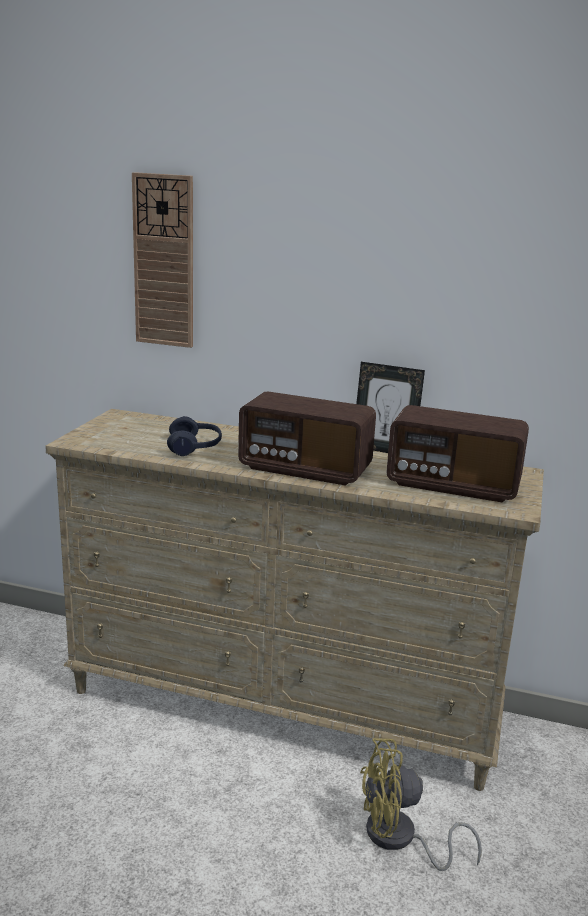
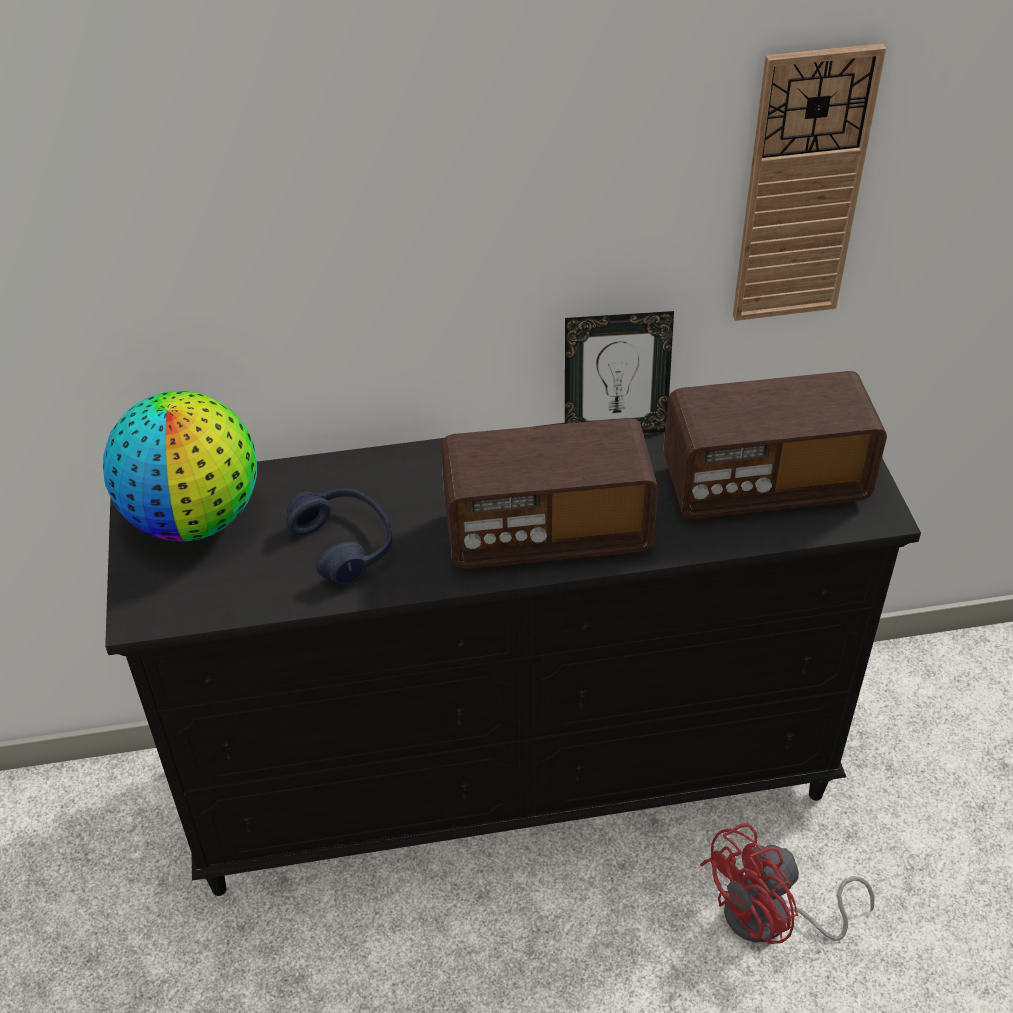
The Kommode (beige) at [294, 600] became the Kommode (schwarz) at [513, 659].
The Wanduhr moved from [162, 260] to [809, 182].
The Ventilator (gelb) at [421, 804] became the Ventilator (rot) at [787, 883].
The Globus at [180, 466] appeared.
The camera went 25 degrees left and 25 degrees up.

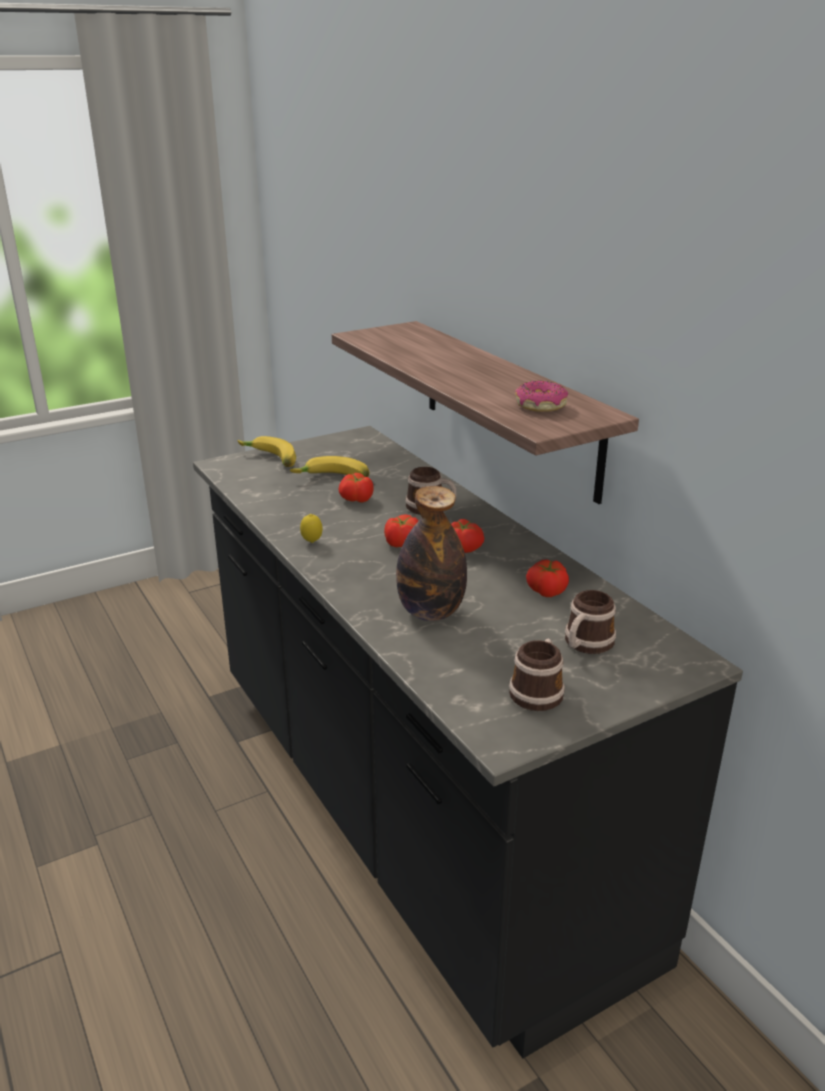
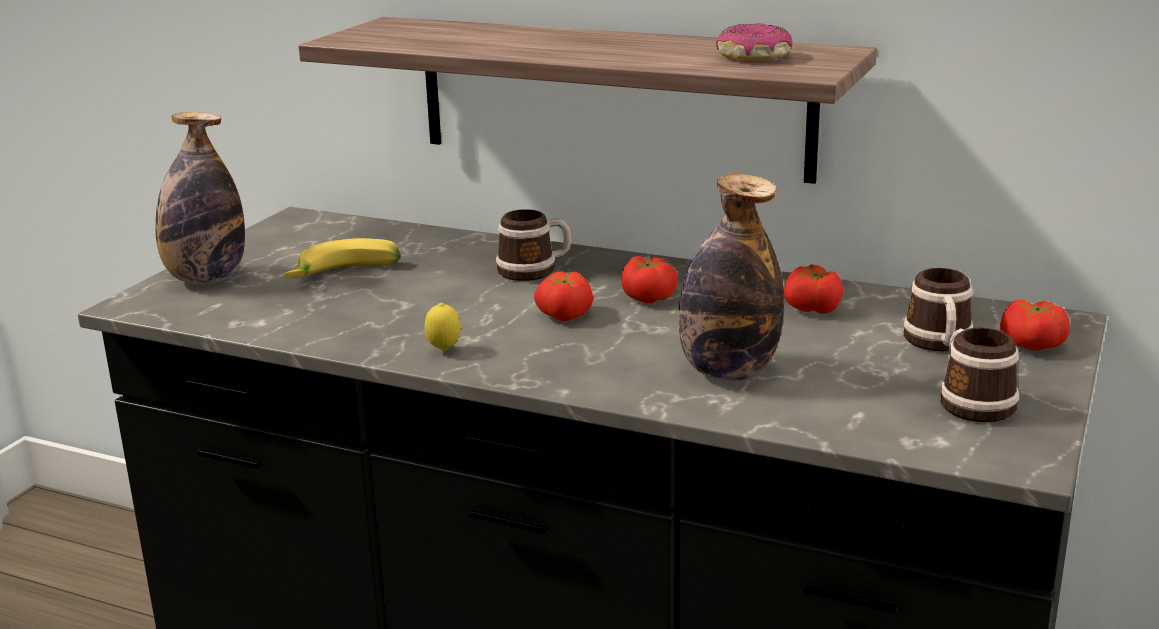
The Banane at [266, 451] was replaced by the Flasche at [200, 198].
The Tomate moved from [356, 487] to [1035, 325].
The camera went 35 degrees left and 5 degrees down.

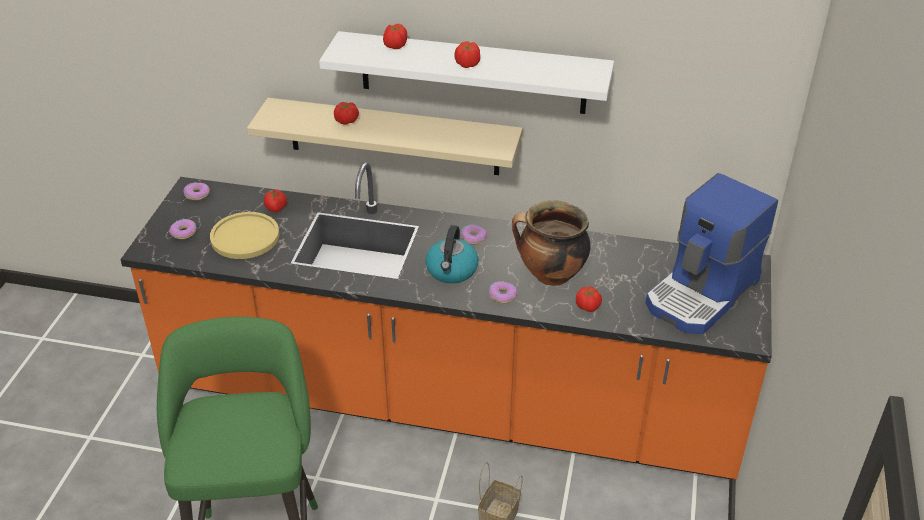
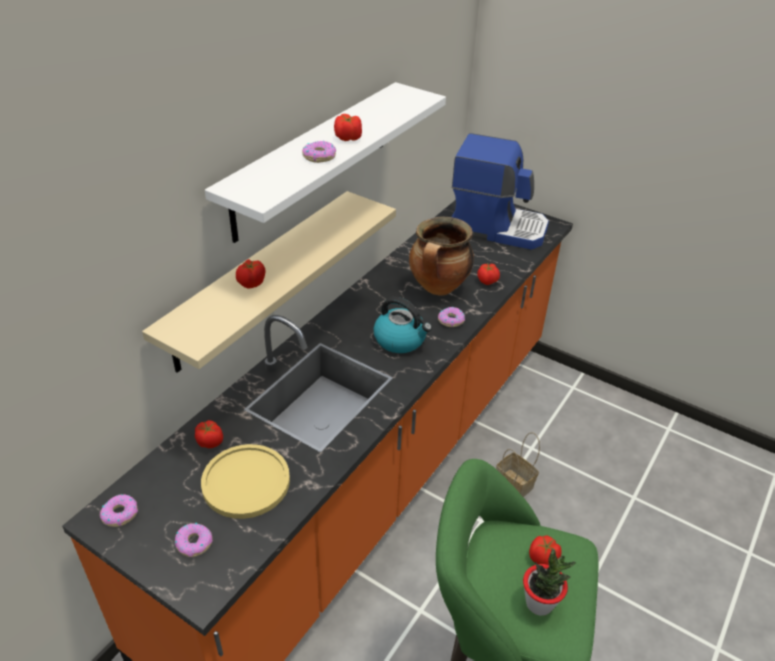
The Tomate moved from [395, 36] to [545, 550].
The Donut moved from [474, 234] to [319, 152].
The Kaffeemaschine at [712, 253] turned 45 degrees counterclockwise.
The Topfpflanze at [549, 582] appeared.
The camera went 70 degrees left and 0 degrees up.

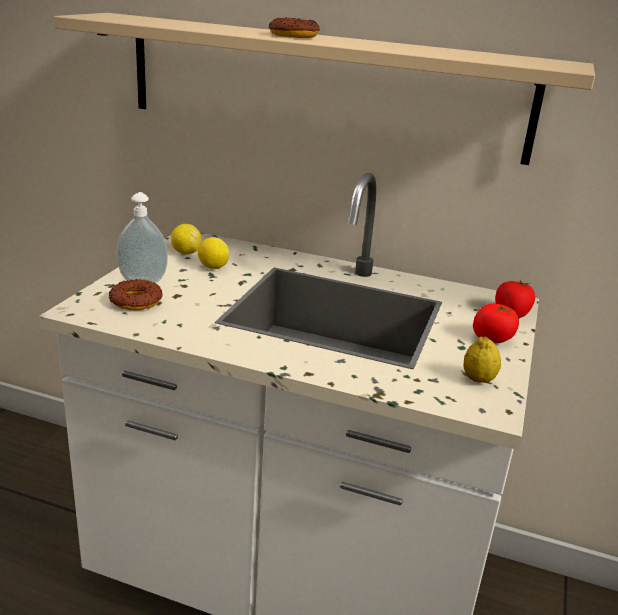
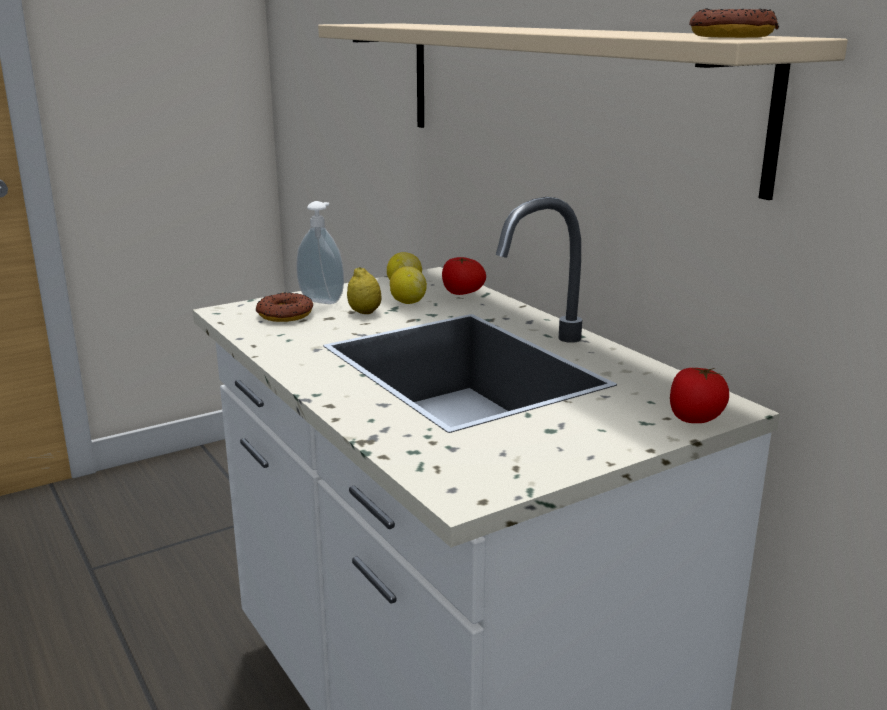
The Donut moved from [294, 28] to [734, 23].
The Zitrone moved from [482, 360] to [364, 290].
The Tomate moved from [496, 323] to [464, 276].
The camera went 40 degrees right and 5 degrees down.

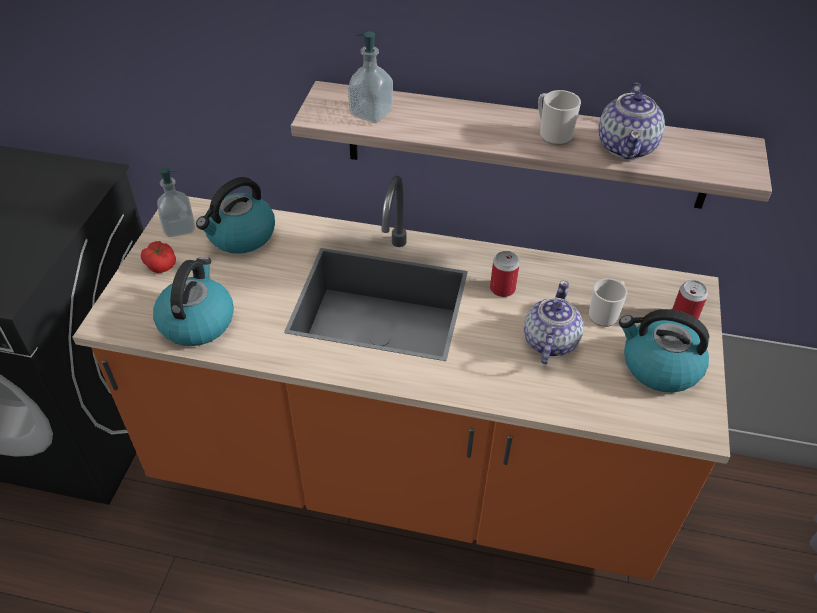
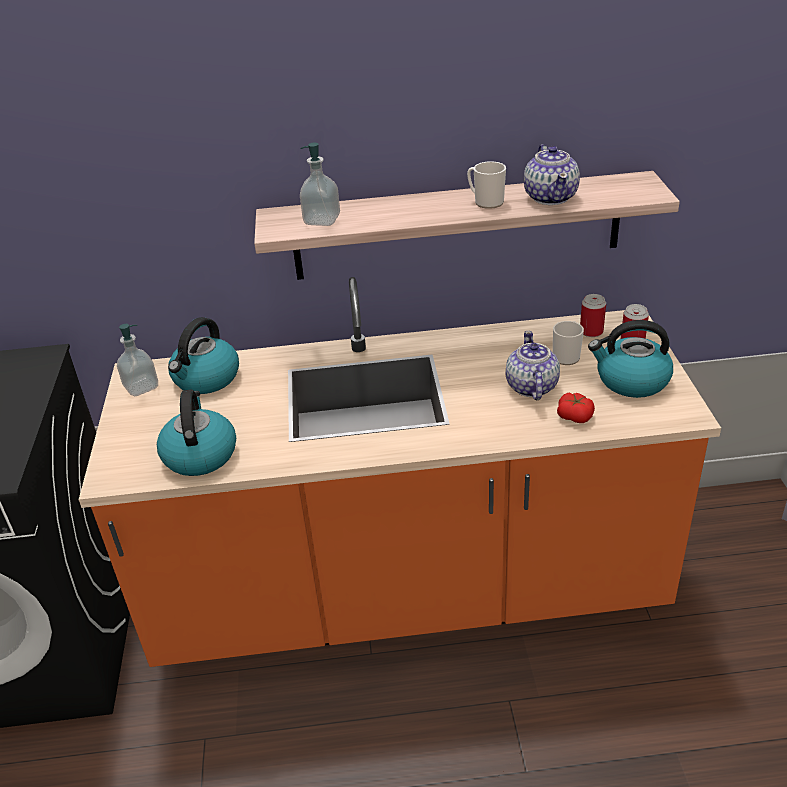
The Tomate moved from [158, 257] to [576, 408].
The Dose moved from [505, 274] to [593, 315].
The camera went 15 degrees left and 10 degrees down.

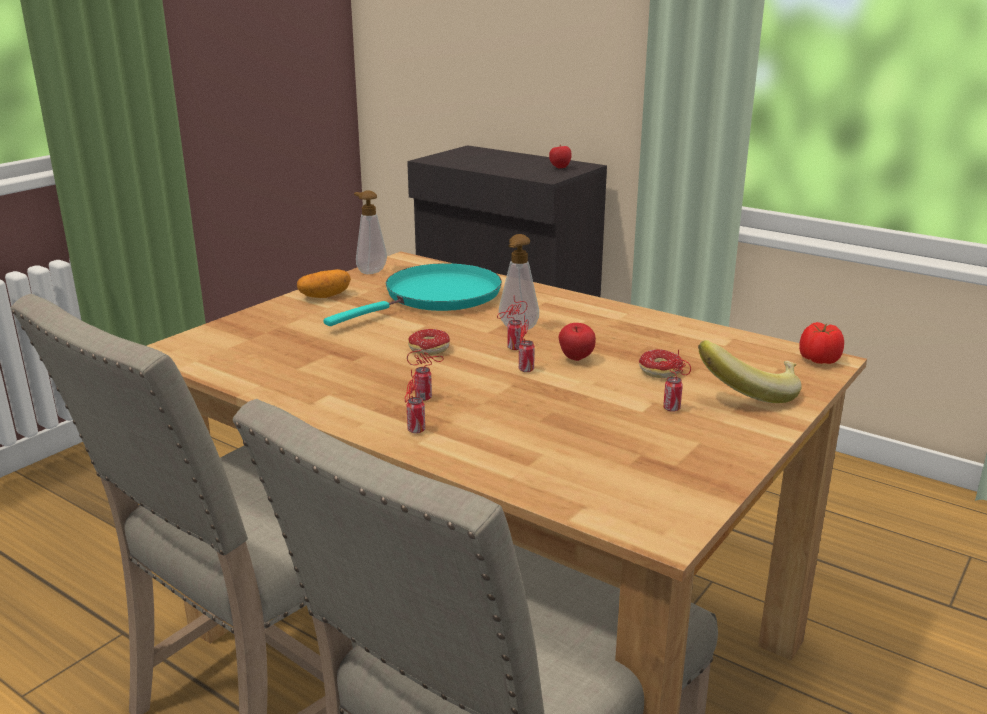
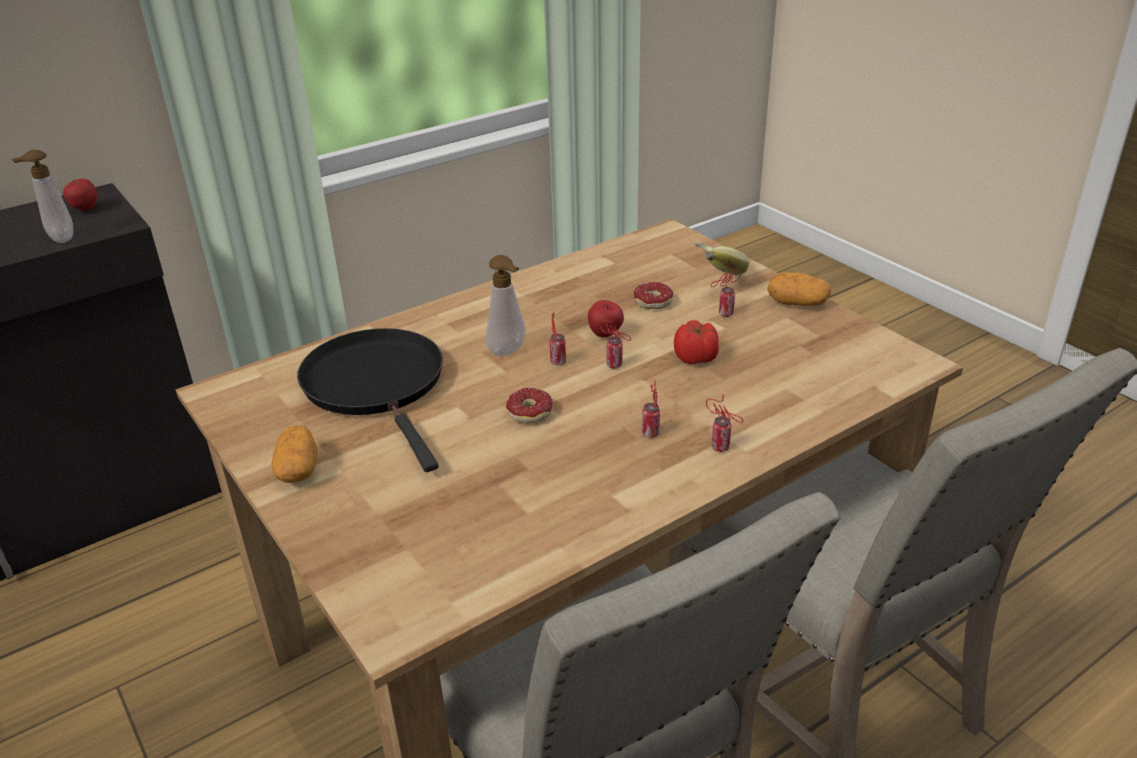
The Pfanne (türkis) at [413, 294] became the Pfanne (schwarz) at [370, 400].
The Seifenspender moved from [370, 232] to [42, 196].
The Tomate moved from [821, 343] to [696, 342].
The Kartoffel at [799, 289] appeared.
The camera went 70 degrees left and 10 degrees up.

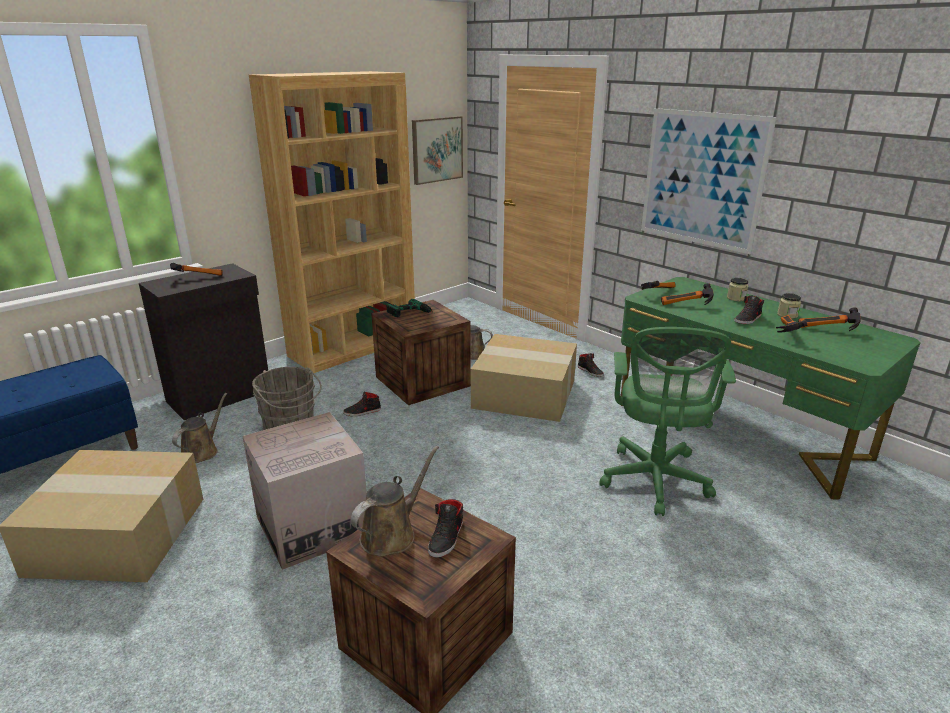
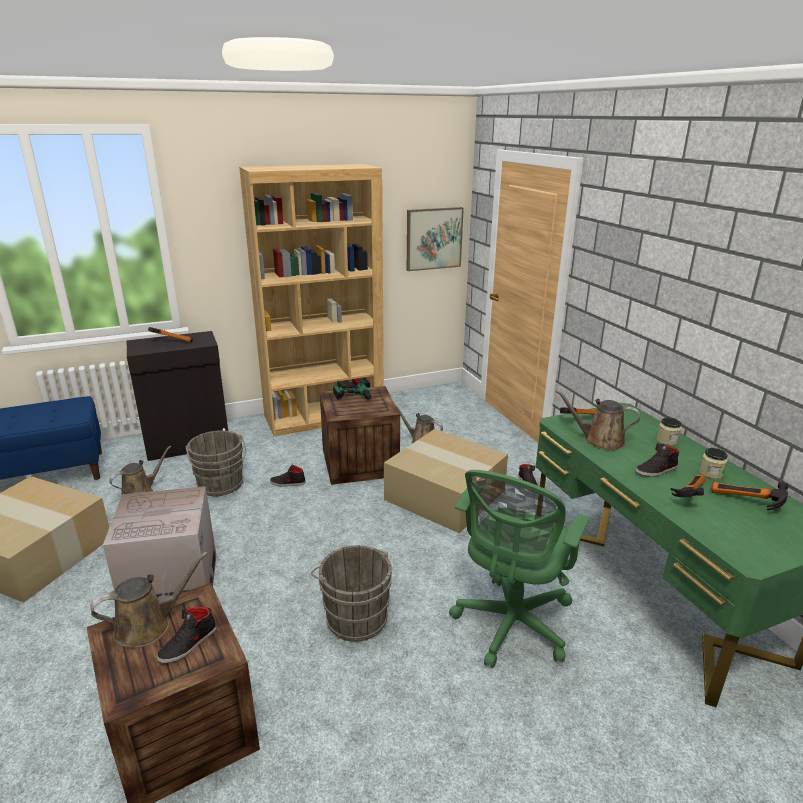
The Bild at [709, 181] disappeared.
The Hammer at [687, 294] was replaced by the Gießkanne (braun) at [597, 420].
The Eimer (grau) at [351, 593] appeared.
The camera went 20 degrees right and 0 degrees up.

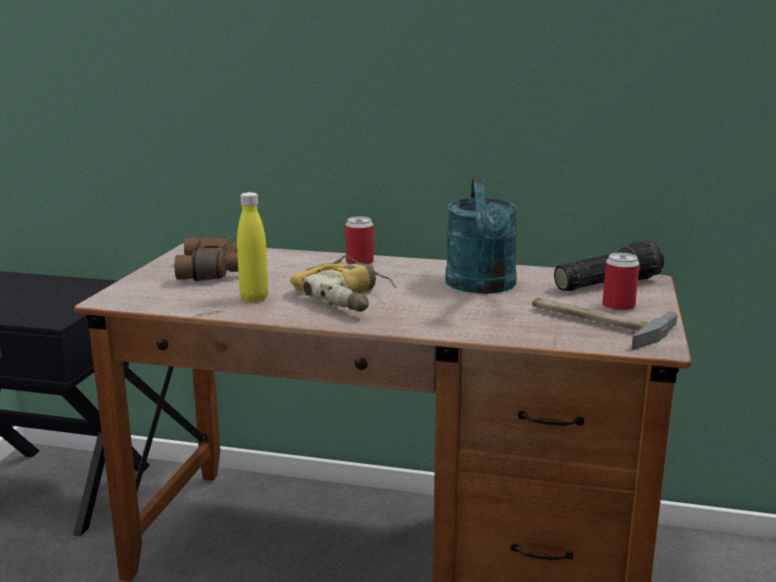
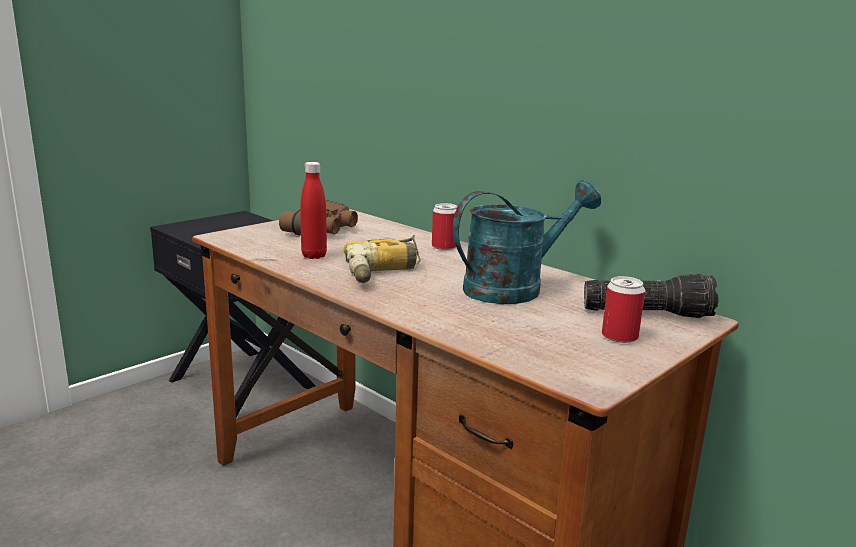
The Flasche (gelb) at [252, 247] became the Flasche (rot) at [313, 210].
The Gießkanne (türkis) at [481, 236] turned 150 degrees counterclockwise.
The Hammer at [604, 324] disappeared.
The camera went 30 degrees right and 0 degrees up.

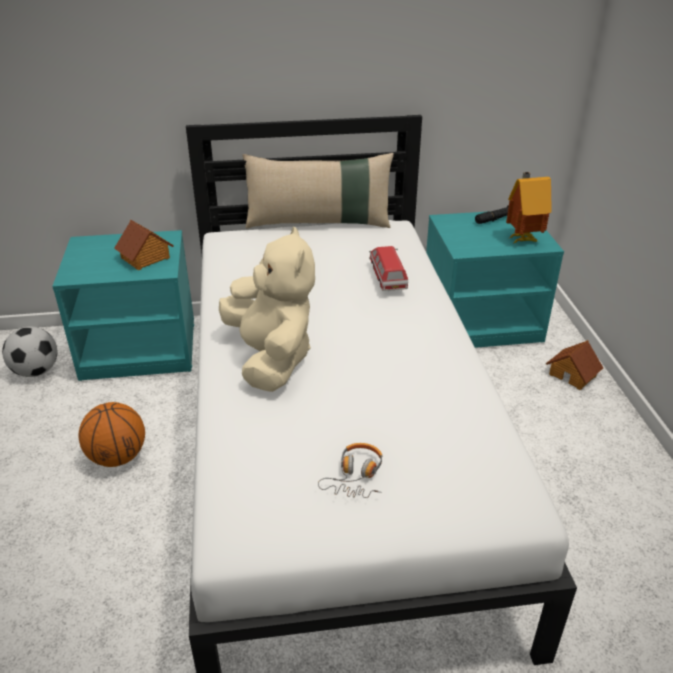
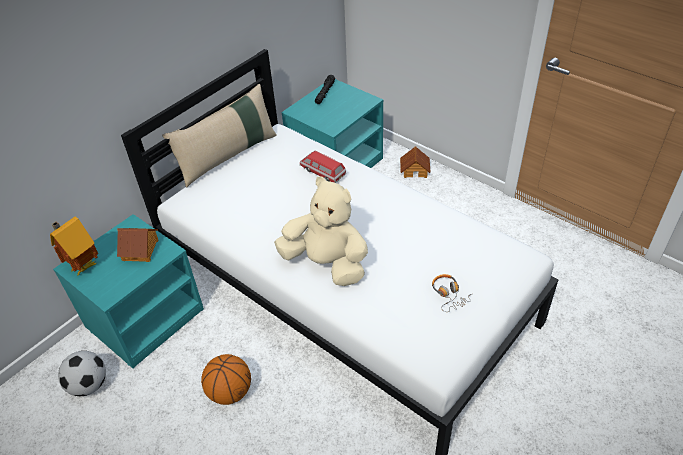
The Spielzeughaus moved from [529, 207] to [74, 247].
The camera went 40 degrees left and 10 degrees up.

